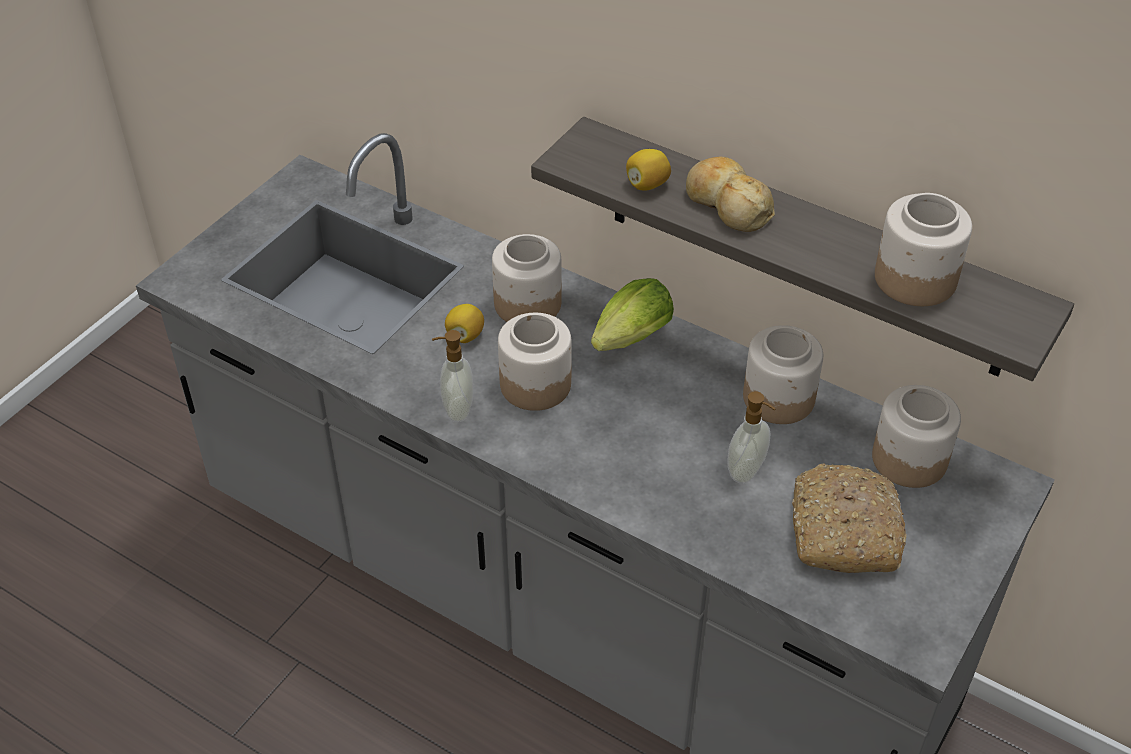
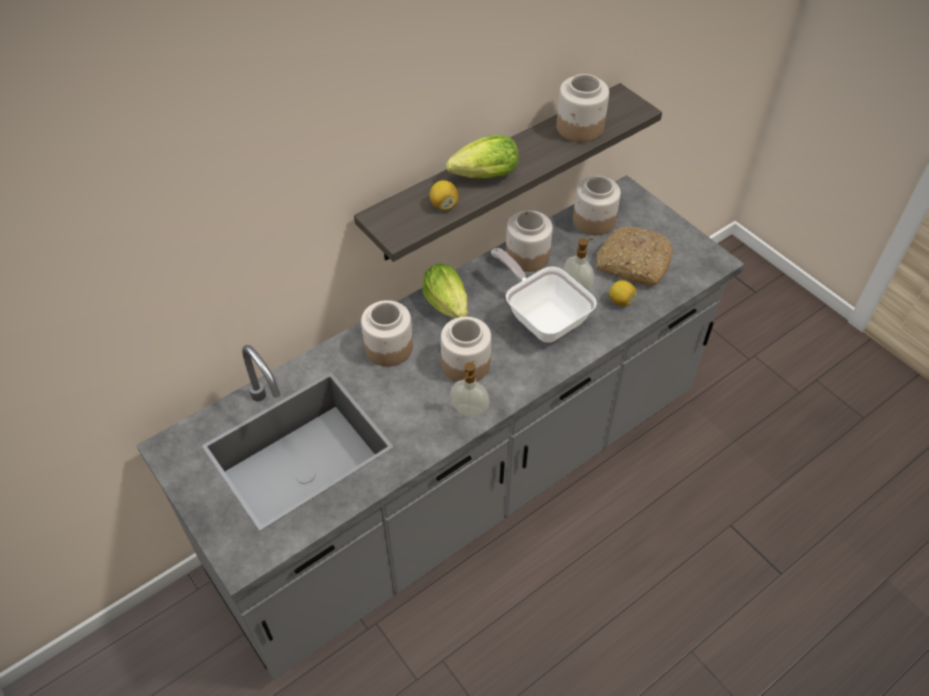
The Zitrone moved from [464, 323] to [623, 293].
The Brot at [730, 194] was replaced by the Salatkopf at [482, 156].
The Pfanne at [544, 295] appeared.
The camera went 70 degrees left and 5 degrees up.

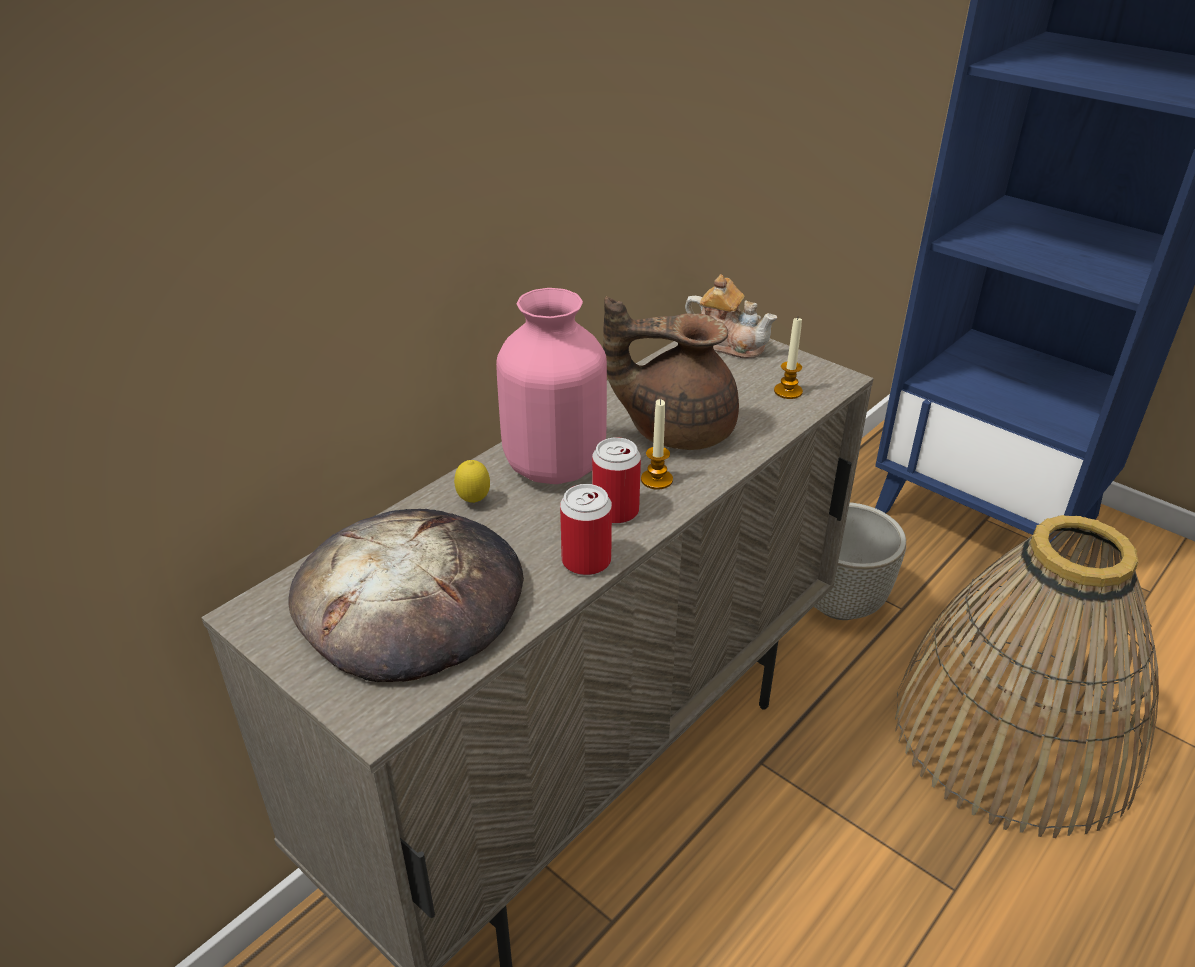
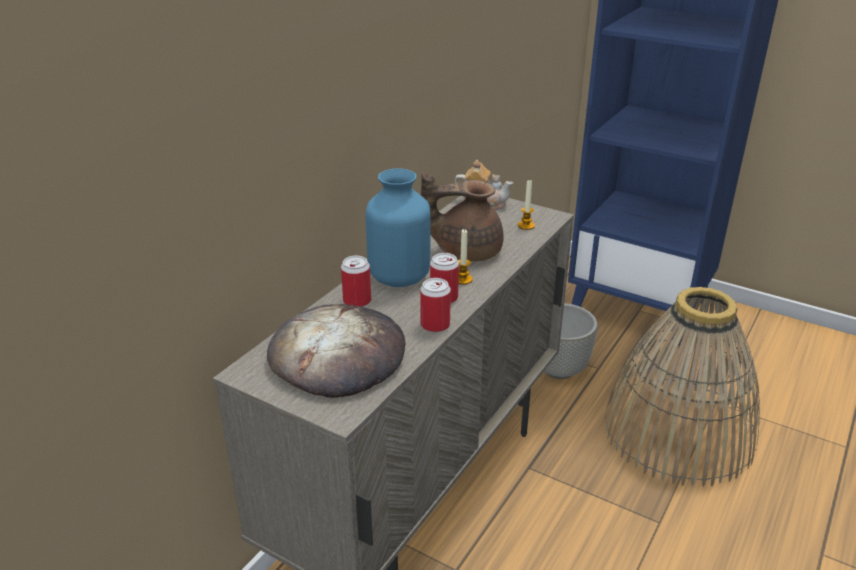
The Zitrone at [472, 481] was replaced by the Dose at [356, 281].
The Vase (rosa) at [551, 386] became the Vase (blau) at [398, 228].
The camera went 10 degrees left and 5 degrees down.

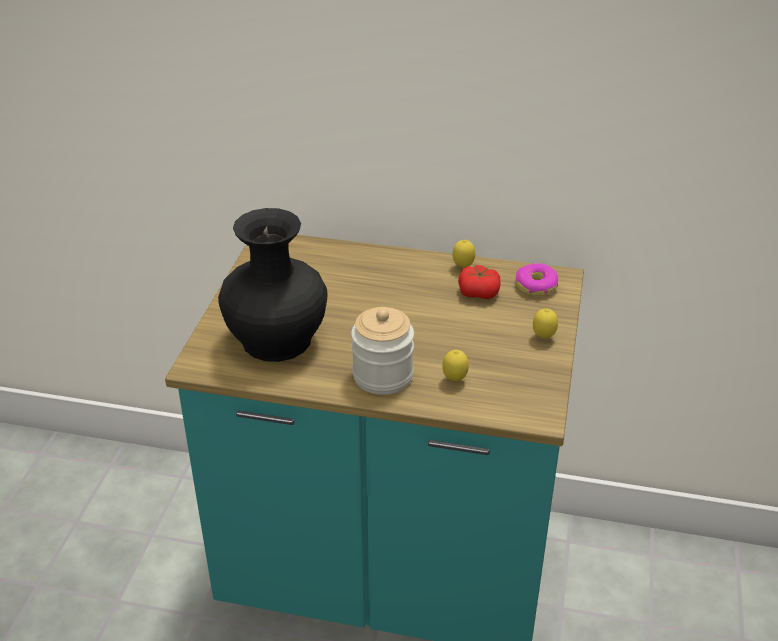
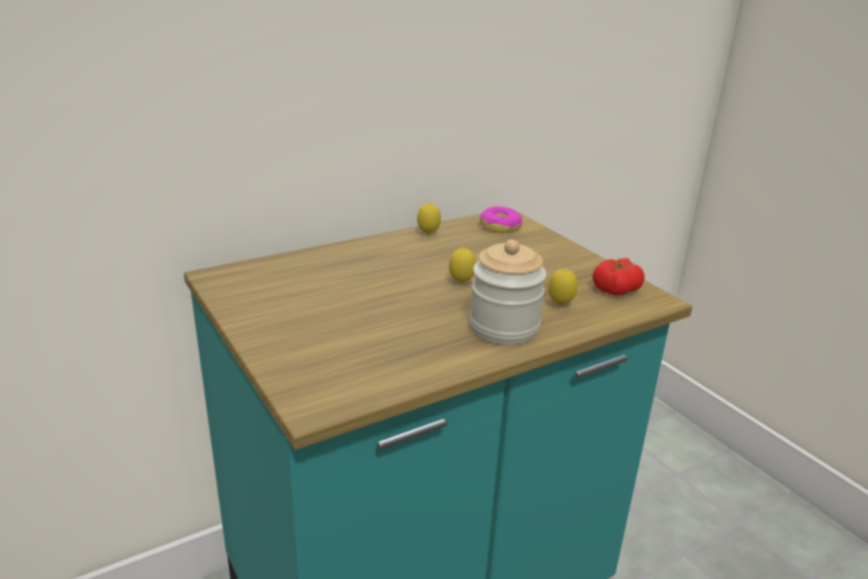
The Vase (schwarz) at [273, 285] disappeared.
The Tomate moved from [479, 282] to [619, 276].
The Zitrone moved from [545, 323] to [462, 265].
The camera went 45 degrees left and 10 degrees down.

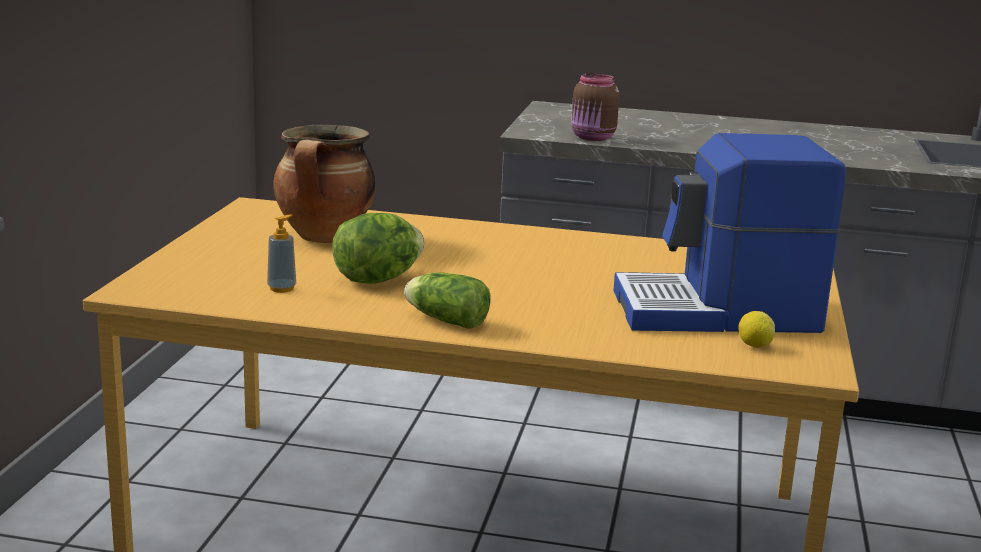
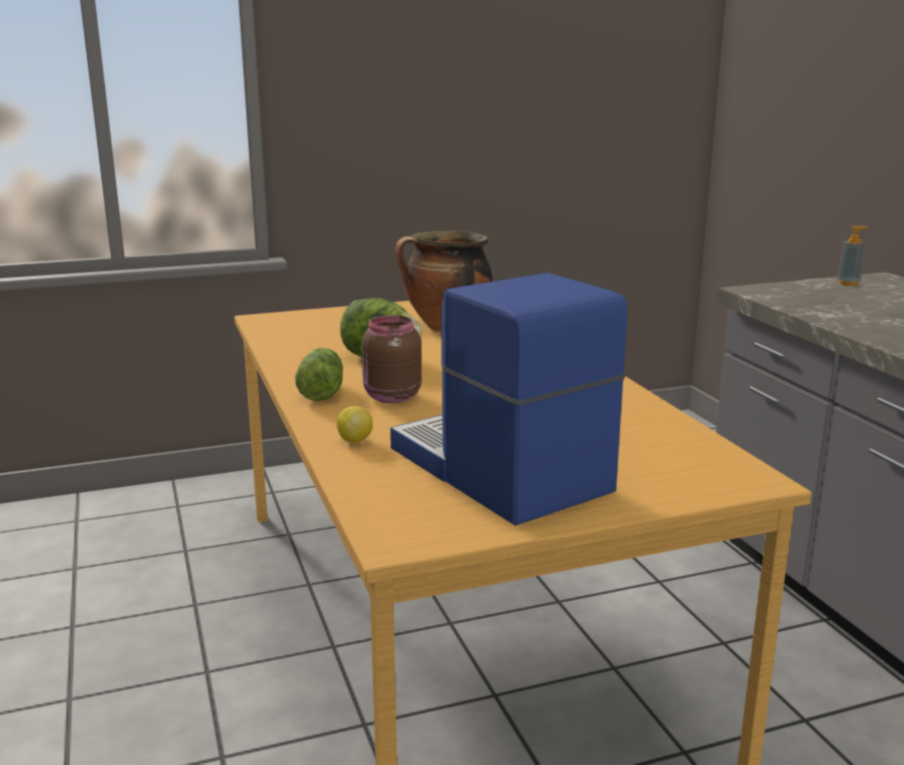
The Seifenspender moved from [281, 254] to [853, 256].
The Vorratsglas (braun) moved from [595, 107] to [392, 359].
The Zitrone moved from [756, 329] to [355, 424].
The camera went 60 degrees right and 0 degrees up.

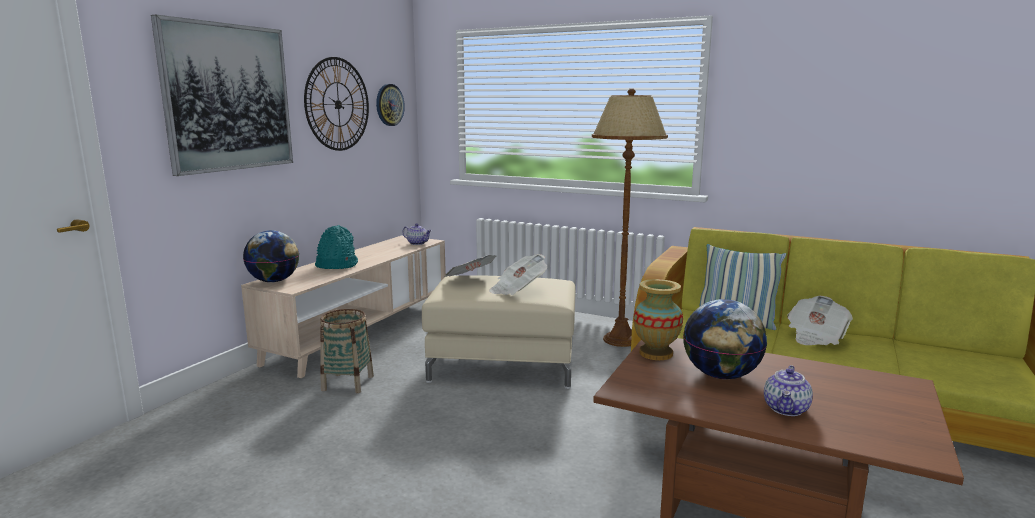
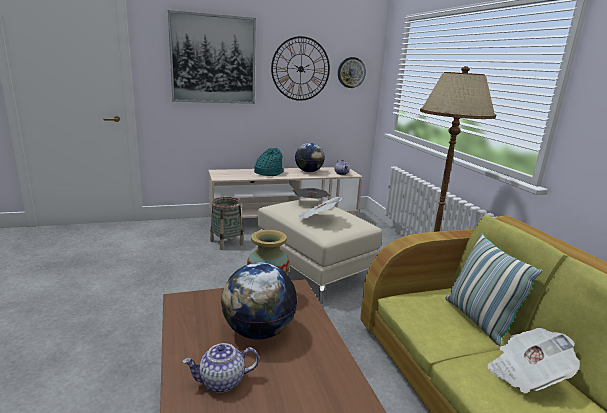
The Globus moved from [271, 256] to [310, 157].
The camera went 45 degrees right and 5 degrees up.

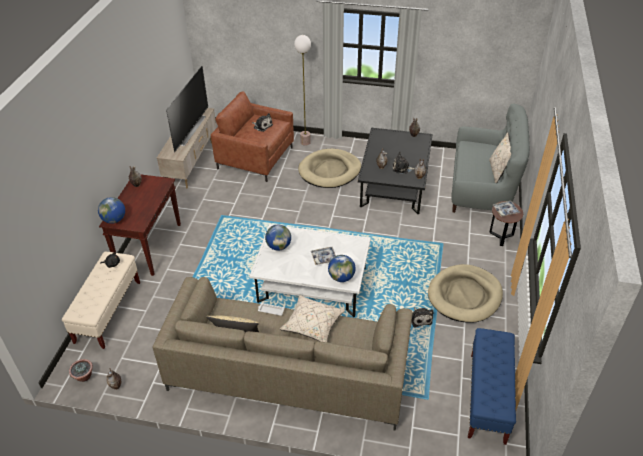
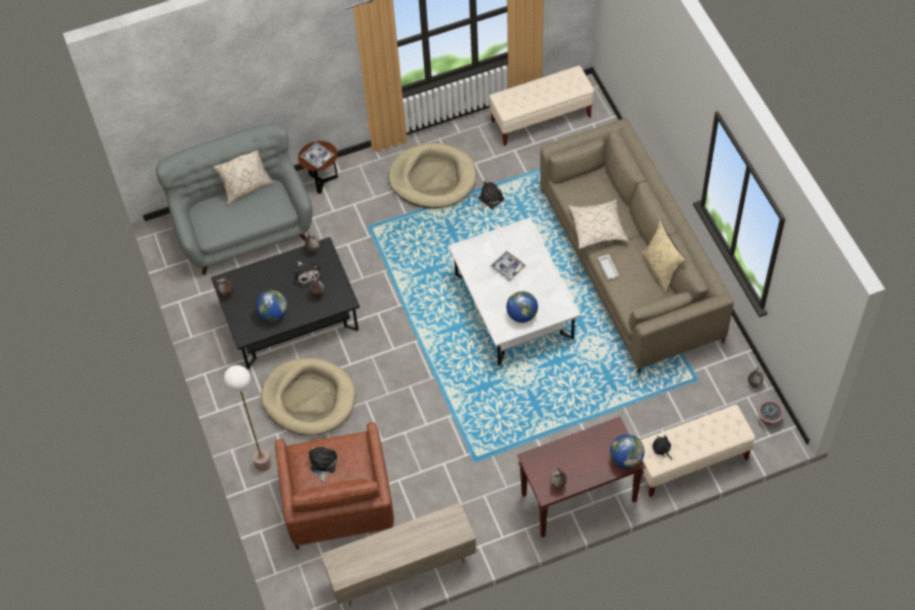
The Fernseher at [187, 109] disappeared.
The Globus moved from [342, 268] to [271, 306].
The Bank (blau) at [492, 386] became the Bank (beige) at [541, 106].
The camera went 120 degrees left and 15 degrees up.

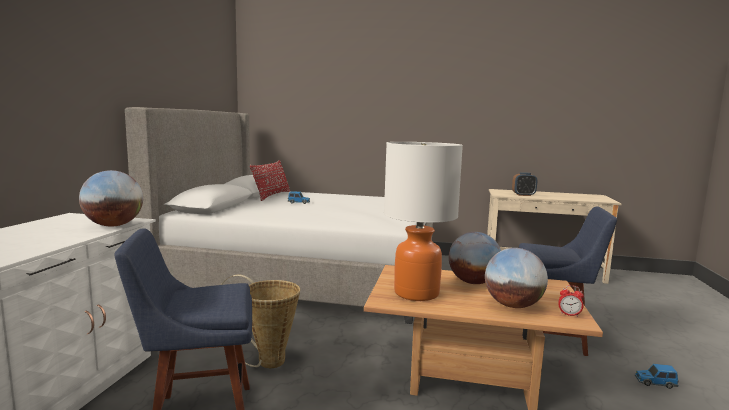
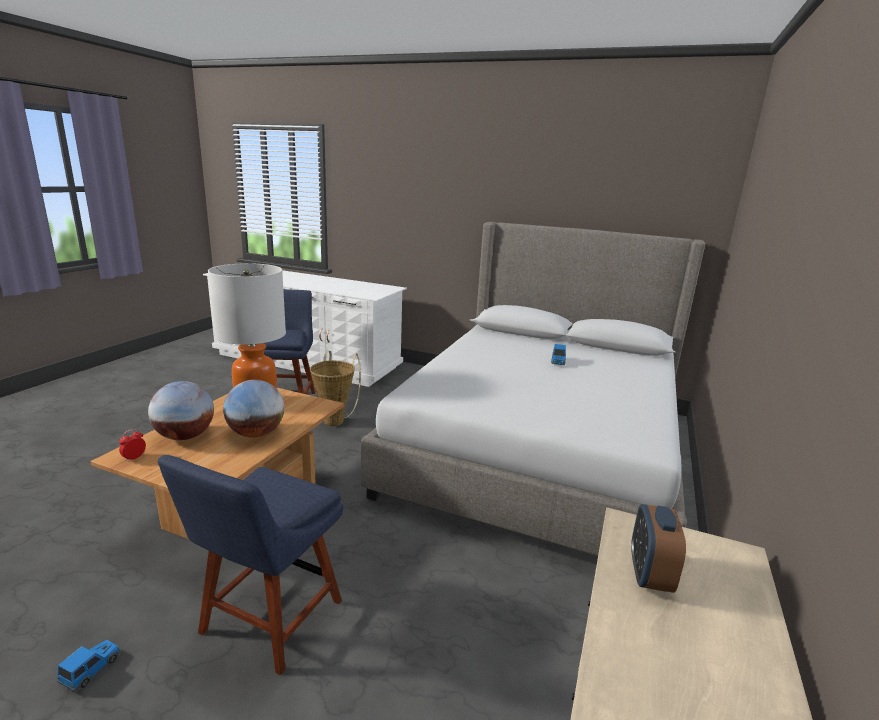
The Globus at [111, 198] disappeared.
The Kissen (rot) at [270, 180] disappeared.
The camera went 100 degrees right and 10 degrees up.

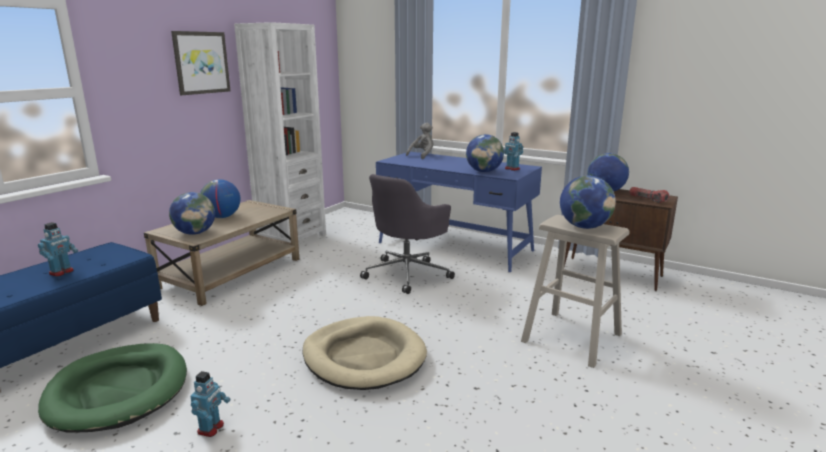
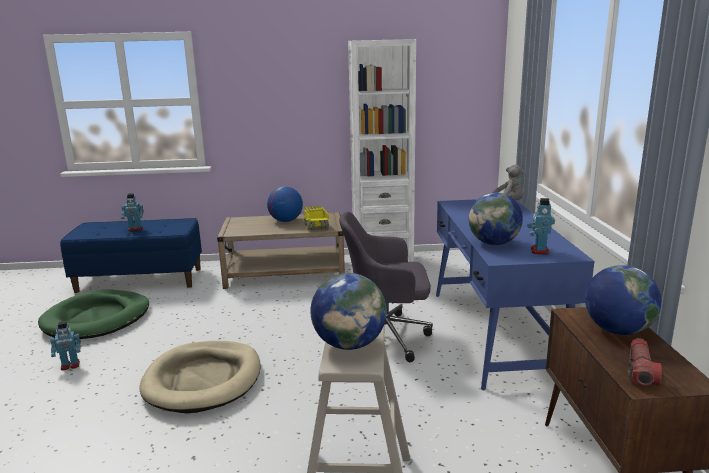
The Globus at [192, 213] disappeared.
The Bild at [201, 63] disappeared.
The Spielzeuglaster at [316, 218] appeared.
The camera went 55 degrees right and 0 degrees up.

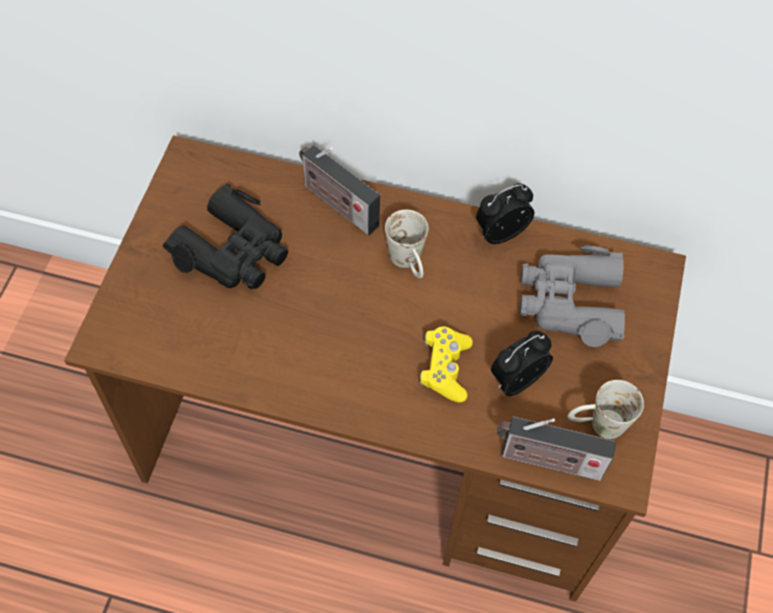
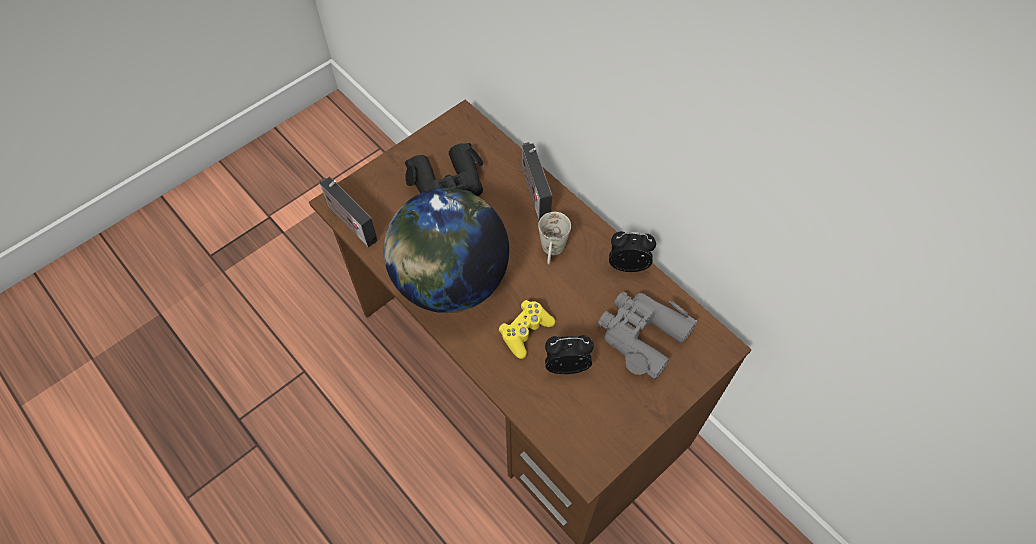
The Radio moved from [556, 449] to [349, 212].
The Henkelbecher (weiß) at [606, 409] disappeared.
The Globus at [446, 250] appeared.
The camera went 35 degrees right and 0 degrees up.

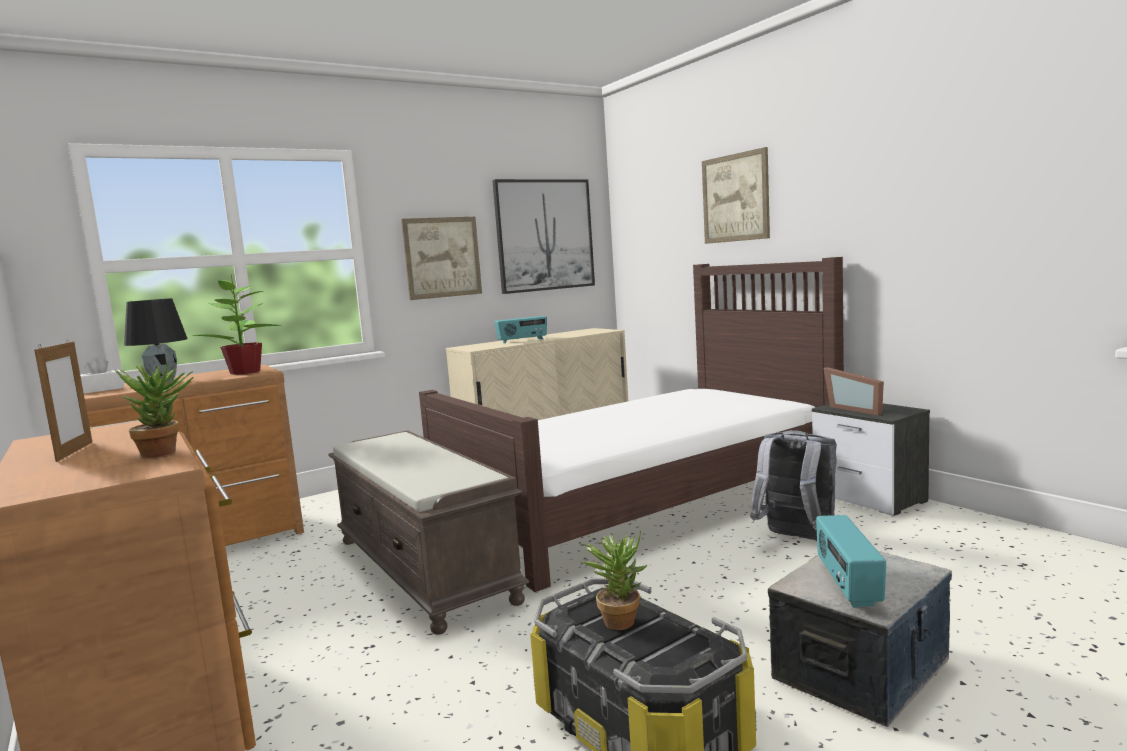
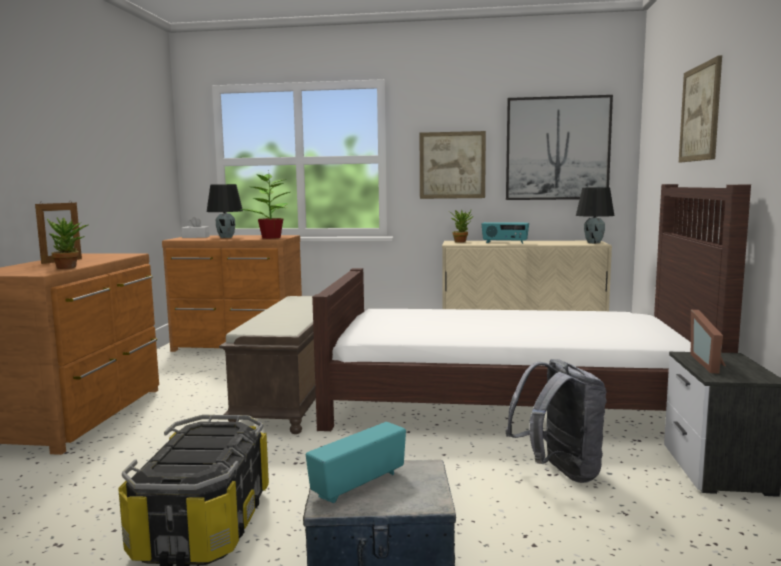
The Topfpflanze moved from [614, 580] to [461, 226].
The Tischlampe (schwarz) at [595, 215] appeared.
The camera went 40 degrees right and 0 degrees up.

